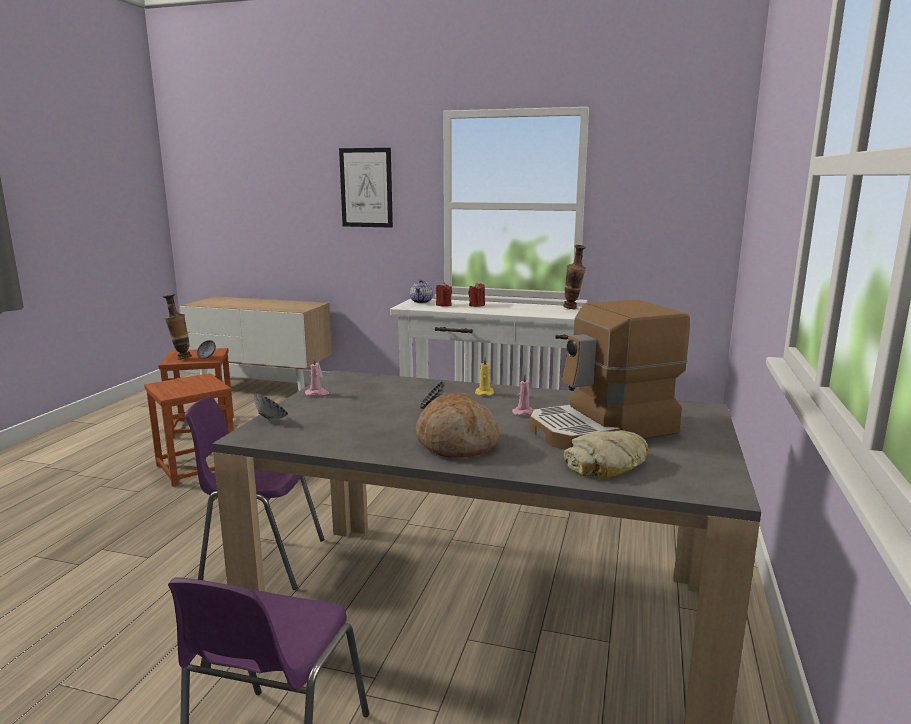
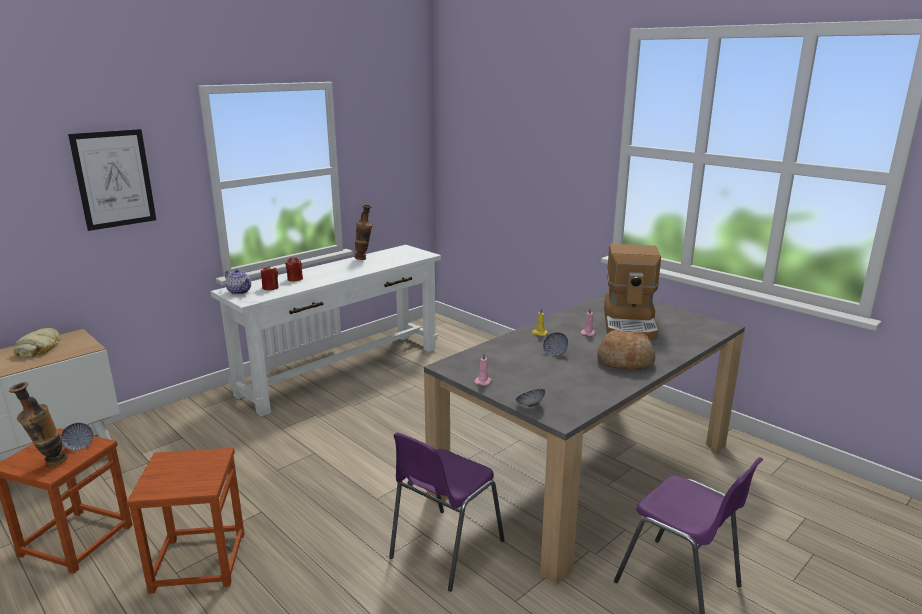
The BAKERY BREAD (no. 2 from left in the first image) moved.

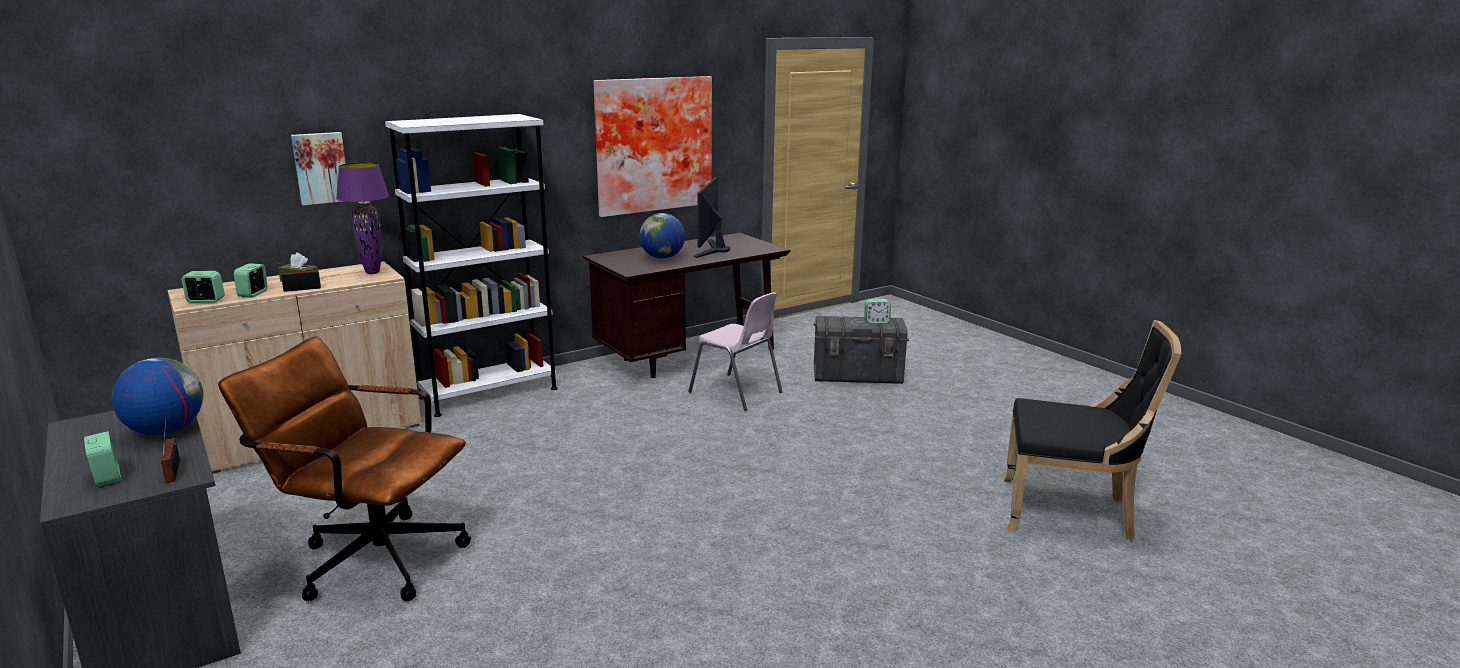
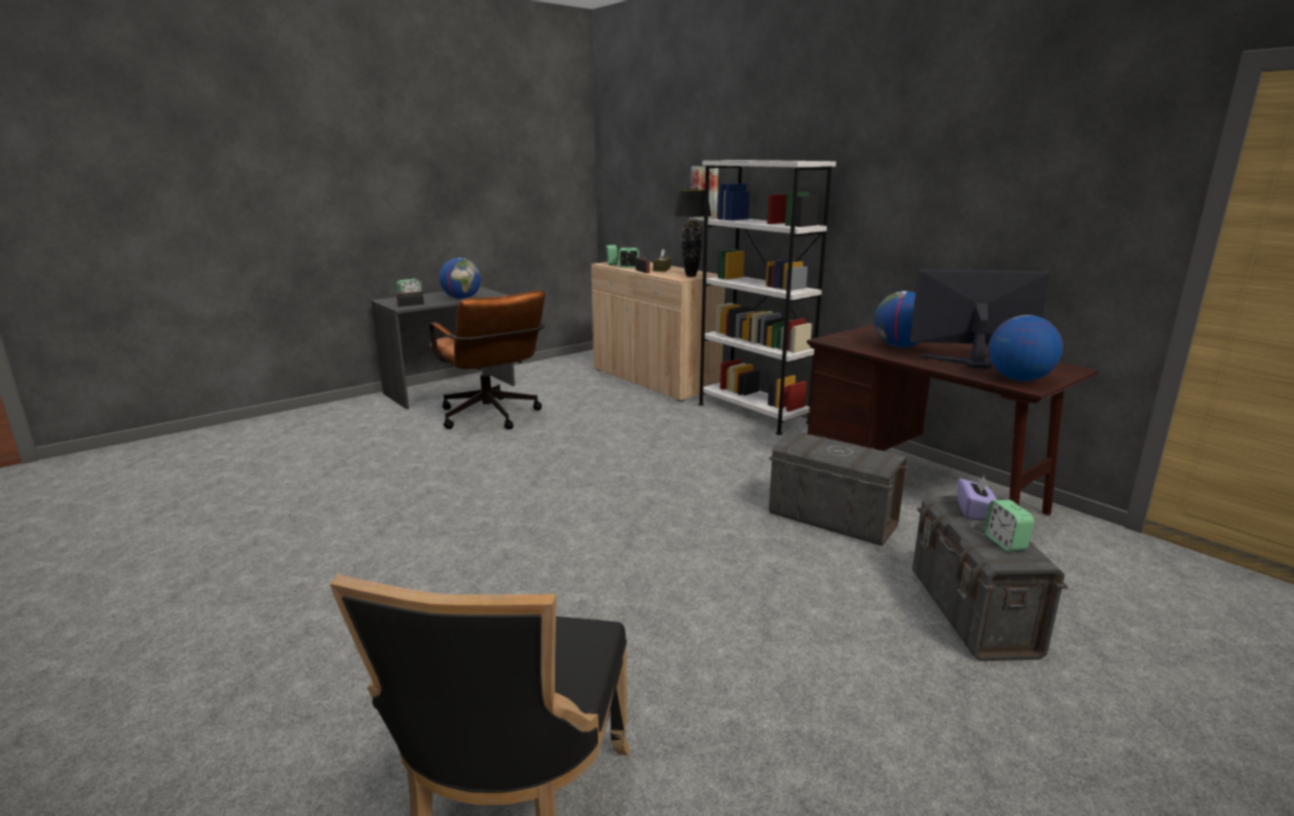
The PICTURE (no. 2 from left) disappeared.
The PURPLE-COLOURED TISSUE BOX appeared.
The GLOBE (no. 3 from left) appeared.
The PINK UPRIGHT CHAIR was replaced by the GRAY STORAGE CONTAINER (no. 1 from left).
The PURPLE-COLOURED TABLETOP LAMP became the BLACK-COLOURED TABLETOP LAMP.
The BROWNISH OFFICE CHAIR turned 135 degrees clockwise.

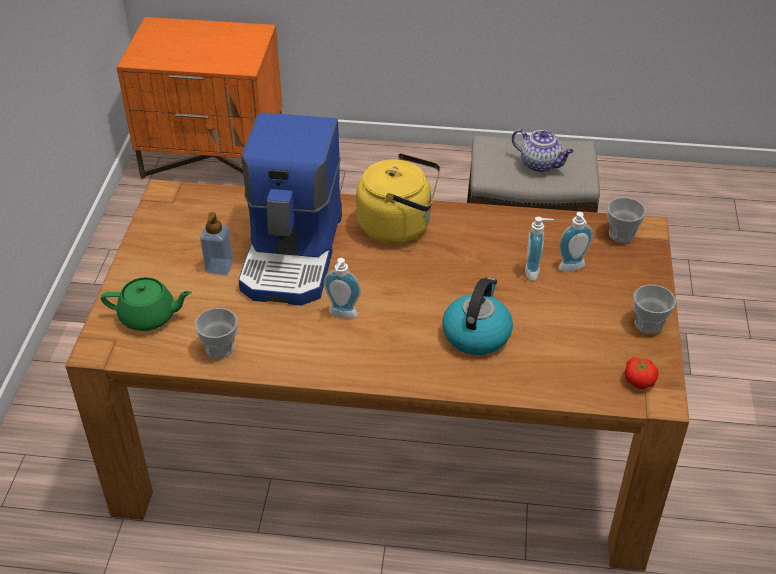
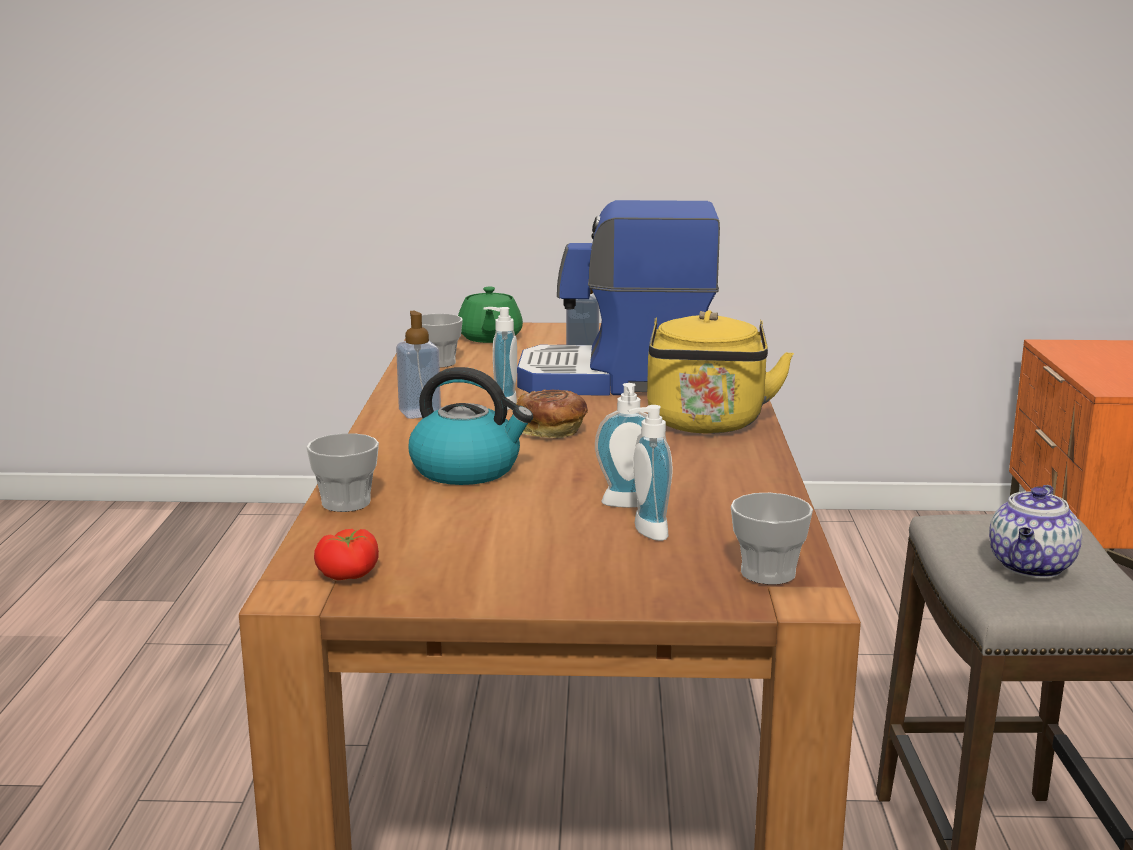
The SOAP BOTTLE (no. 1 from left) appeared.
The BAKERY BREAD appeared.
The CUP (no. 3 from left in the first image) moved.

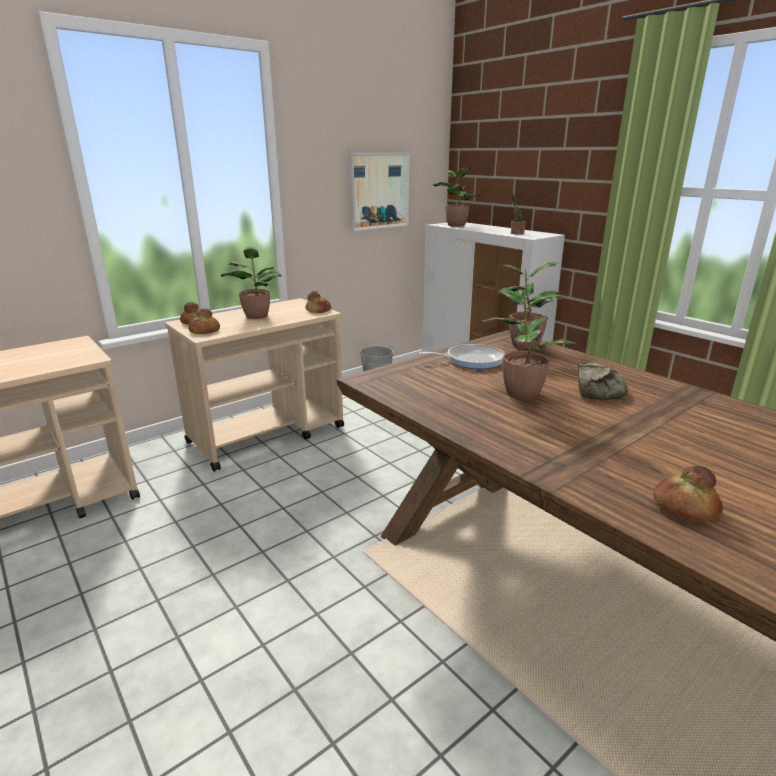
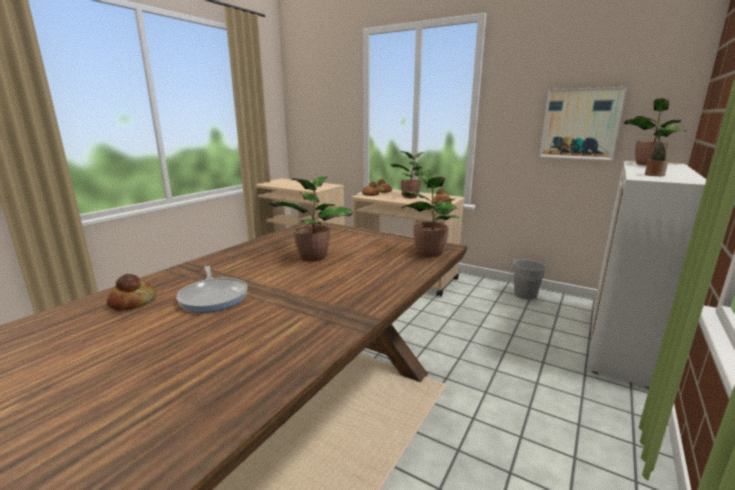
The BAKERY BREAD (no. 4 from left) disappeared.
The SKILLET moved.

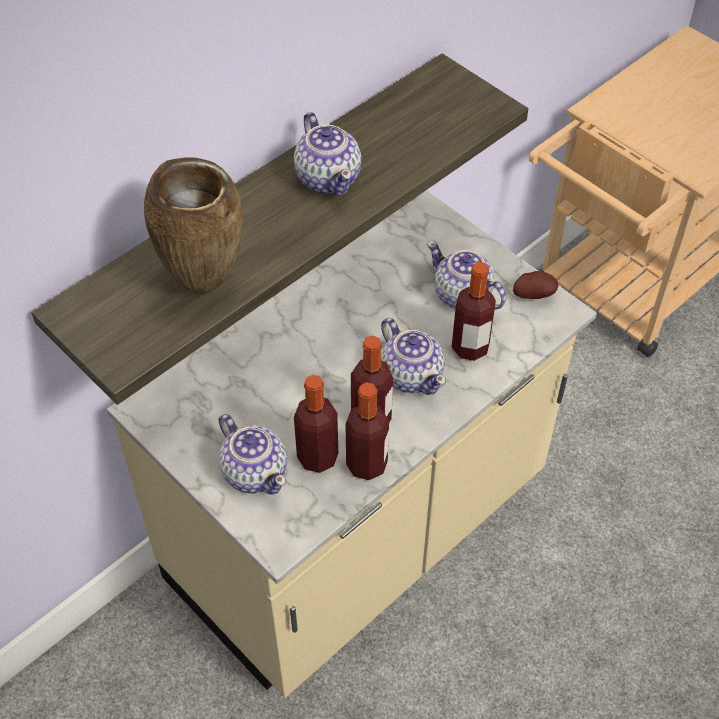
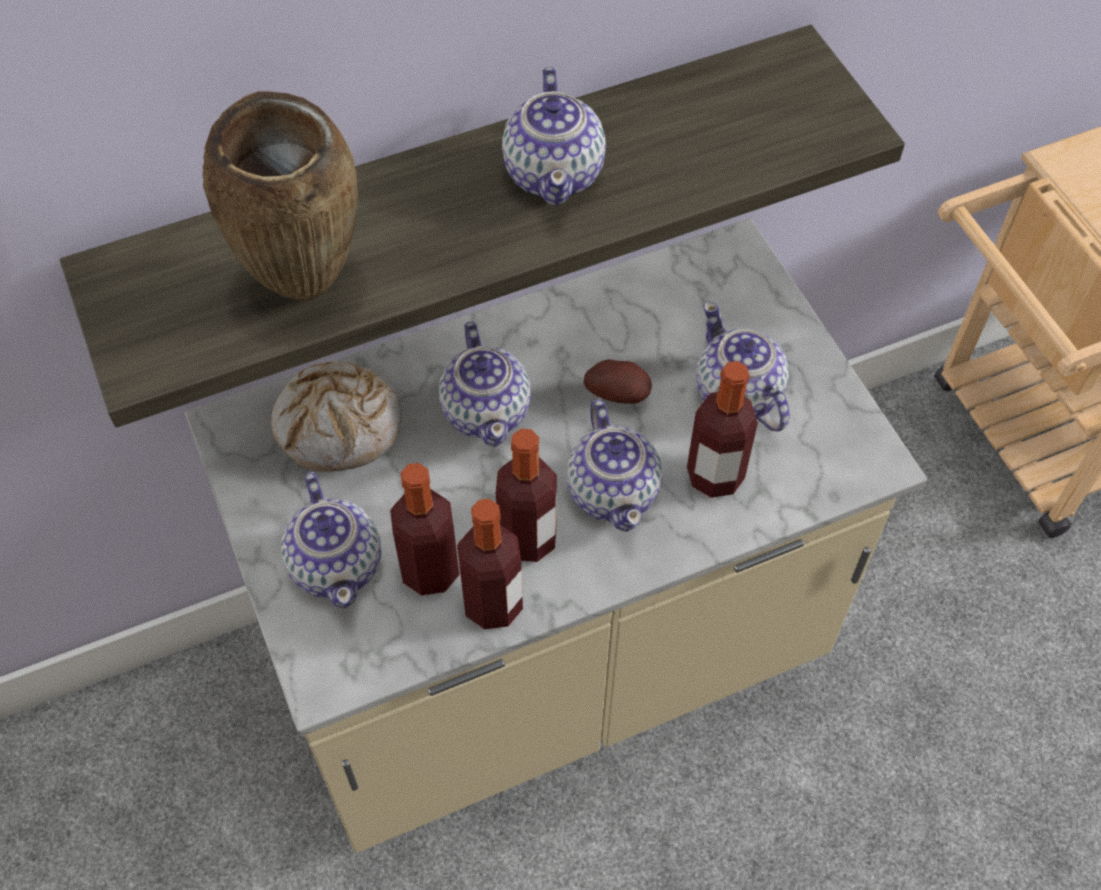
The BAKERY BREAD appeared.
The TEA POT (no. 2 from left) appeared.
The POTATO moved.

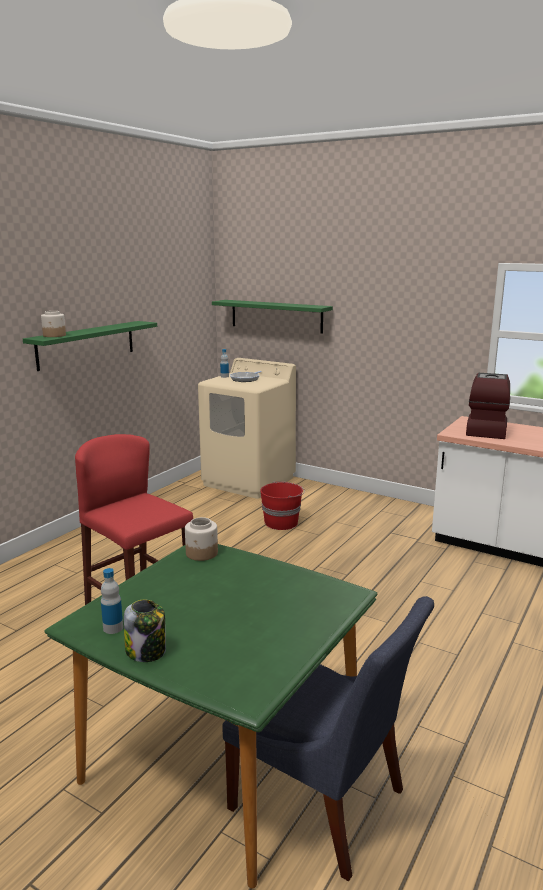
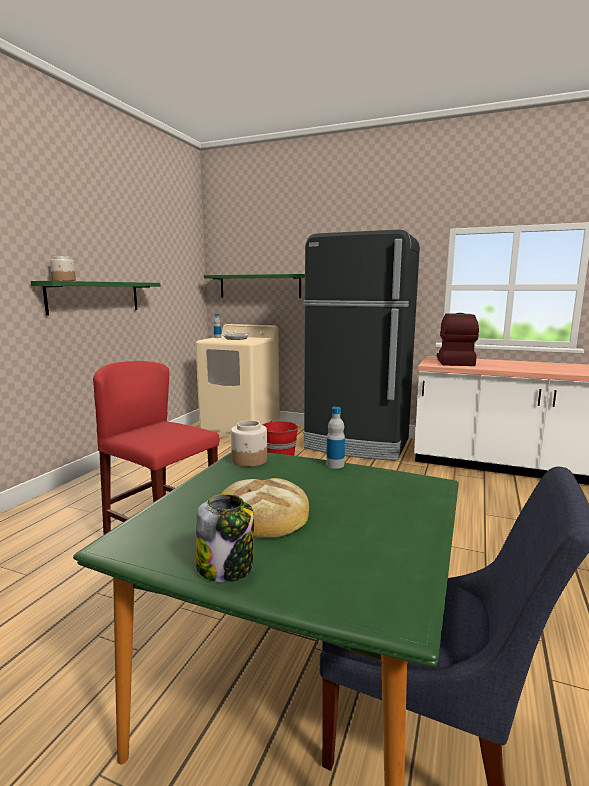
The BAKERY BREAD appeared.
The BLACK-COLOURED FRIDGE appeared.
The BEVERAGE BOTTLE (no. 1 from left in the first image) moved.

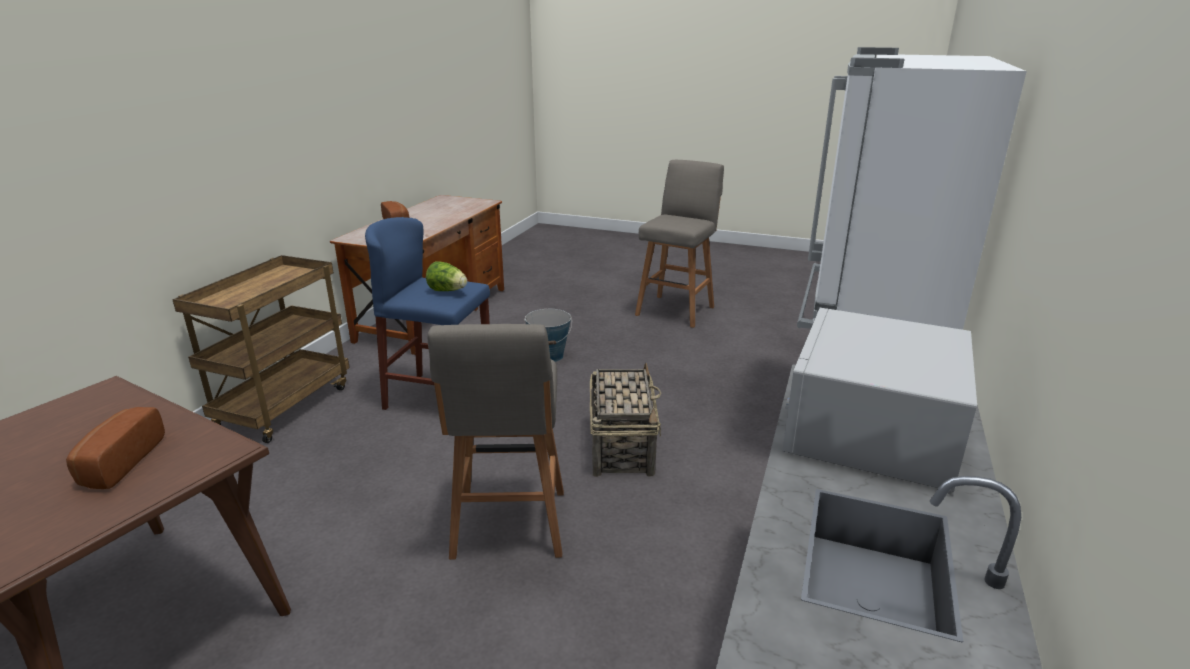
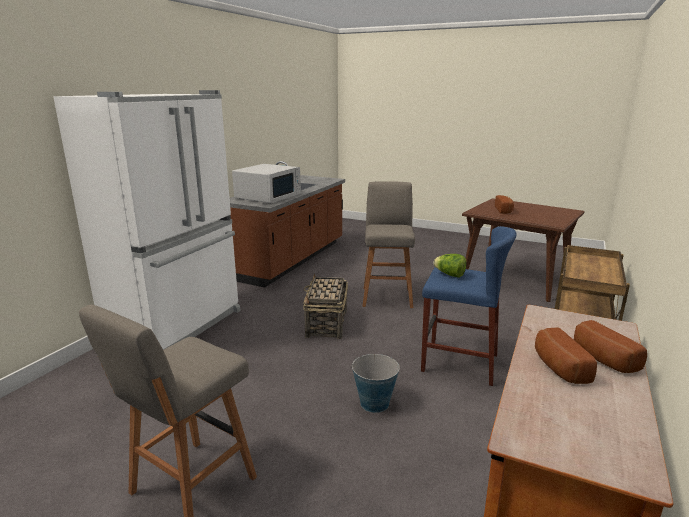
The BAKERY BREAD (no. 2 from left) appeared.

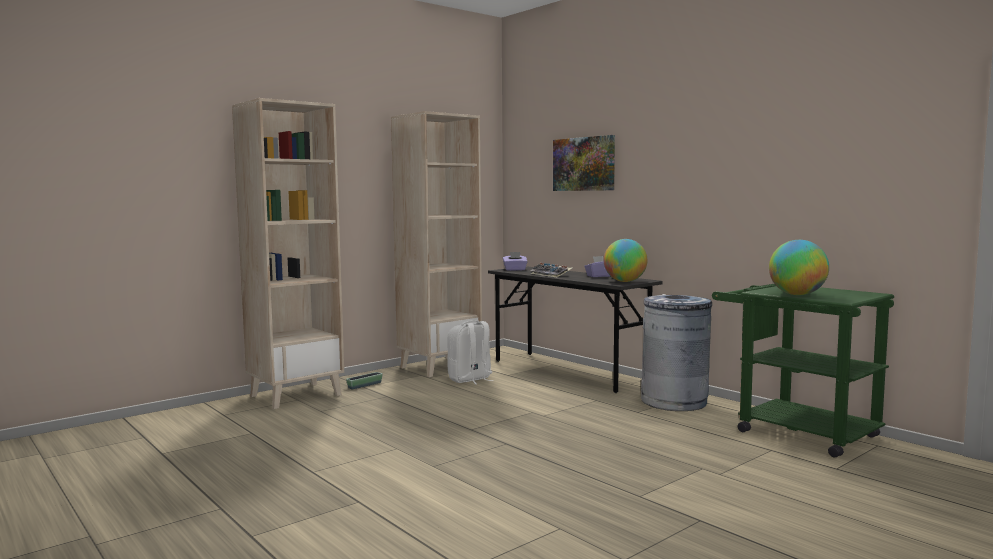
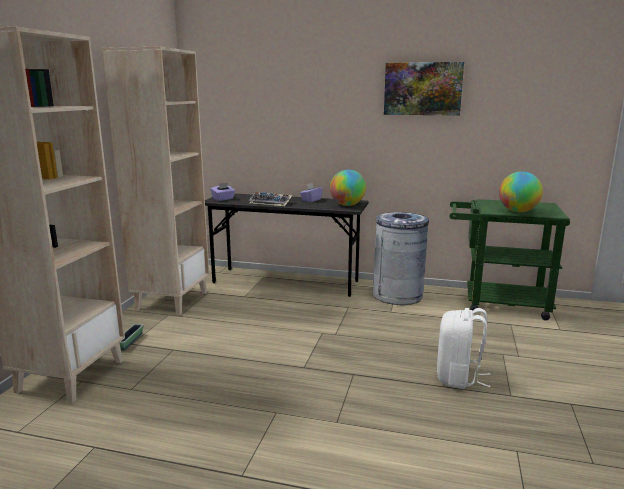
The WHITISH KNAPSACK moved.
The PICTURE moved.

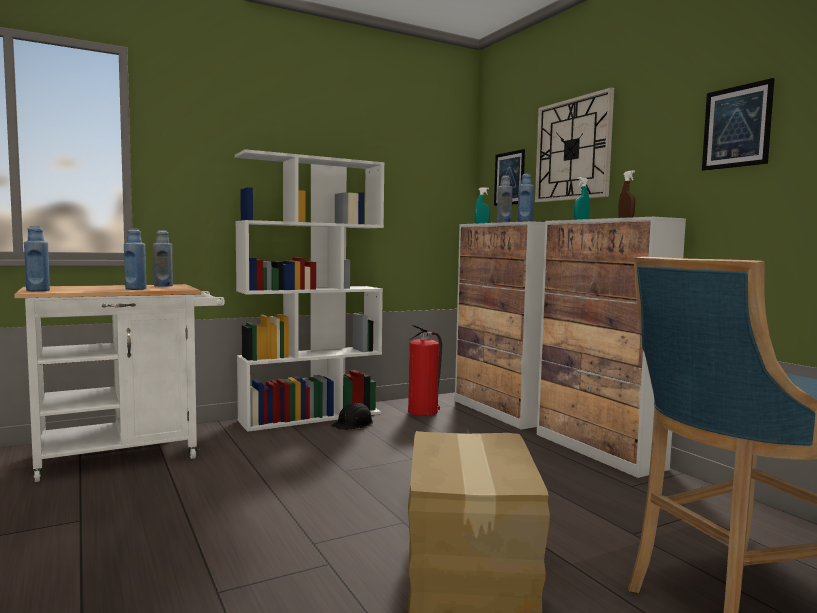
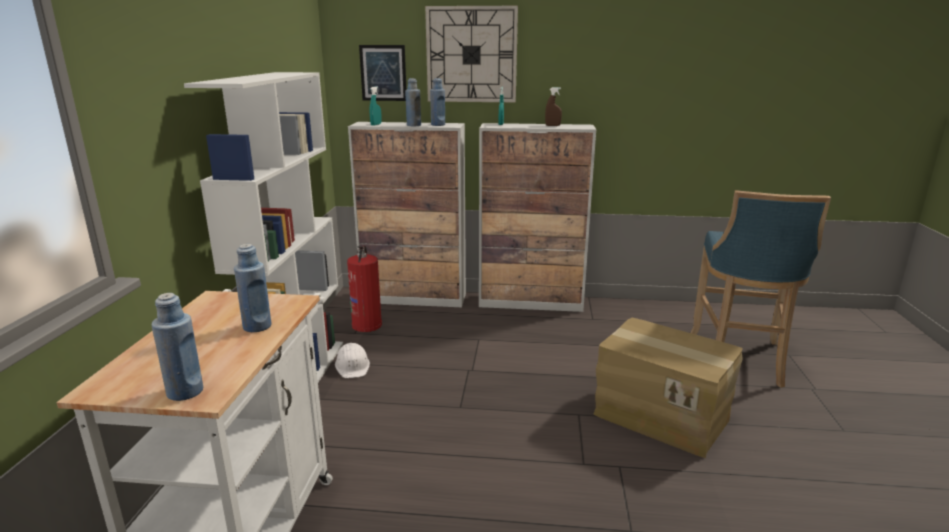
The BLUISH BEVERAGE BOTTLE (no. 3 from left) disappeared.
The PICTURE (no. 2 from left) disappeared.
The BLACK-COLOURED HARD HAT became the WHITISH HARD HAT.

